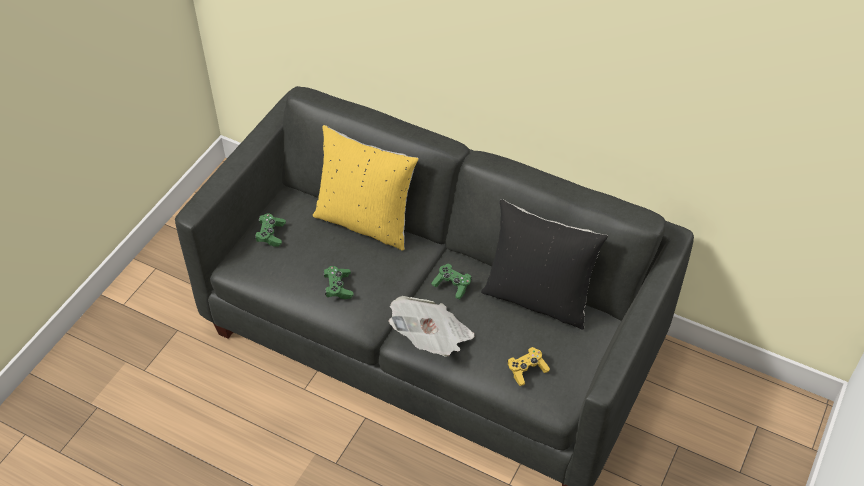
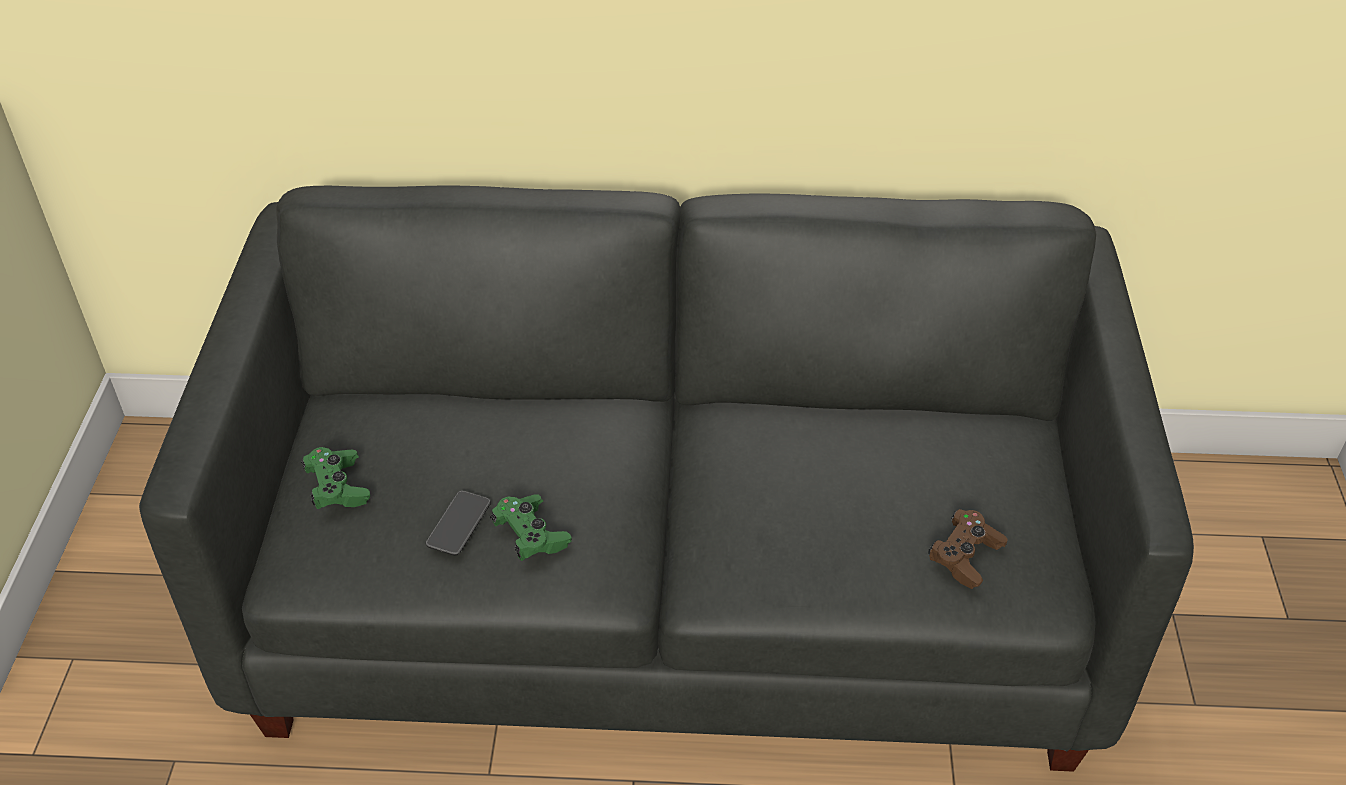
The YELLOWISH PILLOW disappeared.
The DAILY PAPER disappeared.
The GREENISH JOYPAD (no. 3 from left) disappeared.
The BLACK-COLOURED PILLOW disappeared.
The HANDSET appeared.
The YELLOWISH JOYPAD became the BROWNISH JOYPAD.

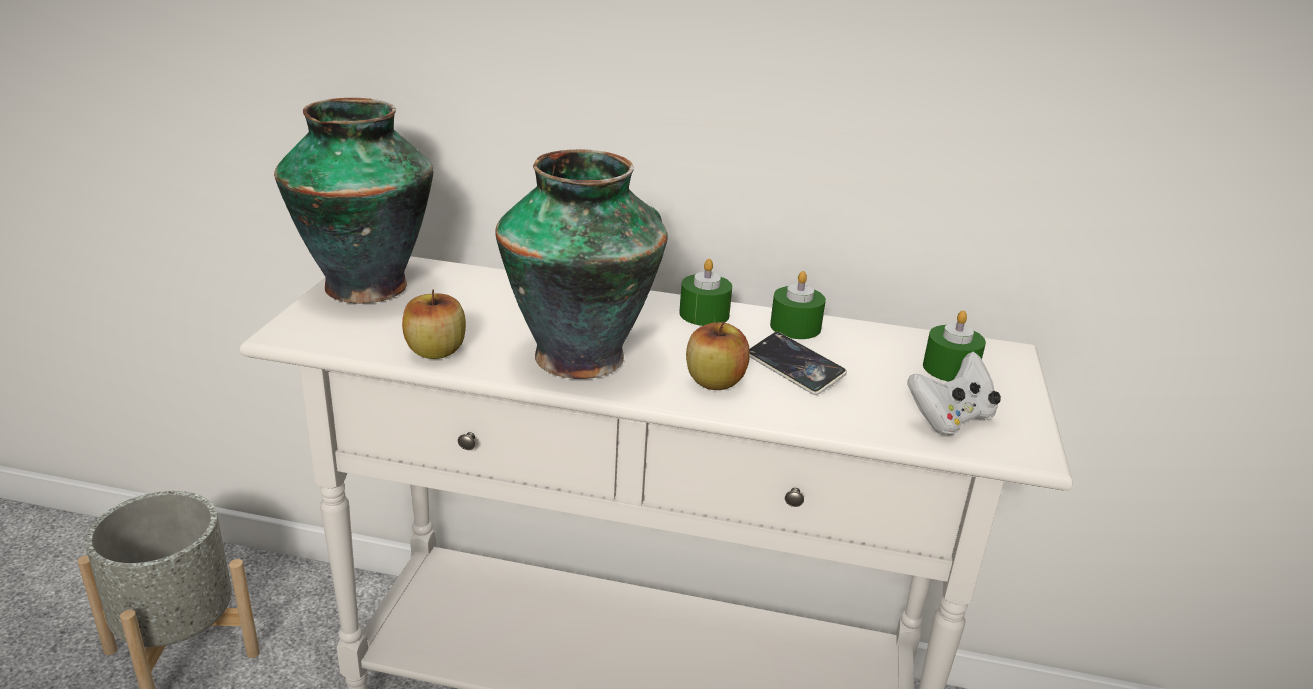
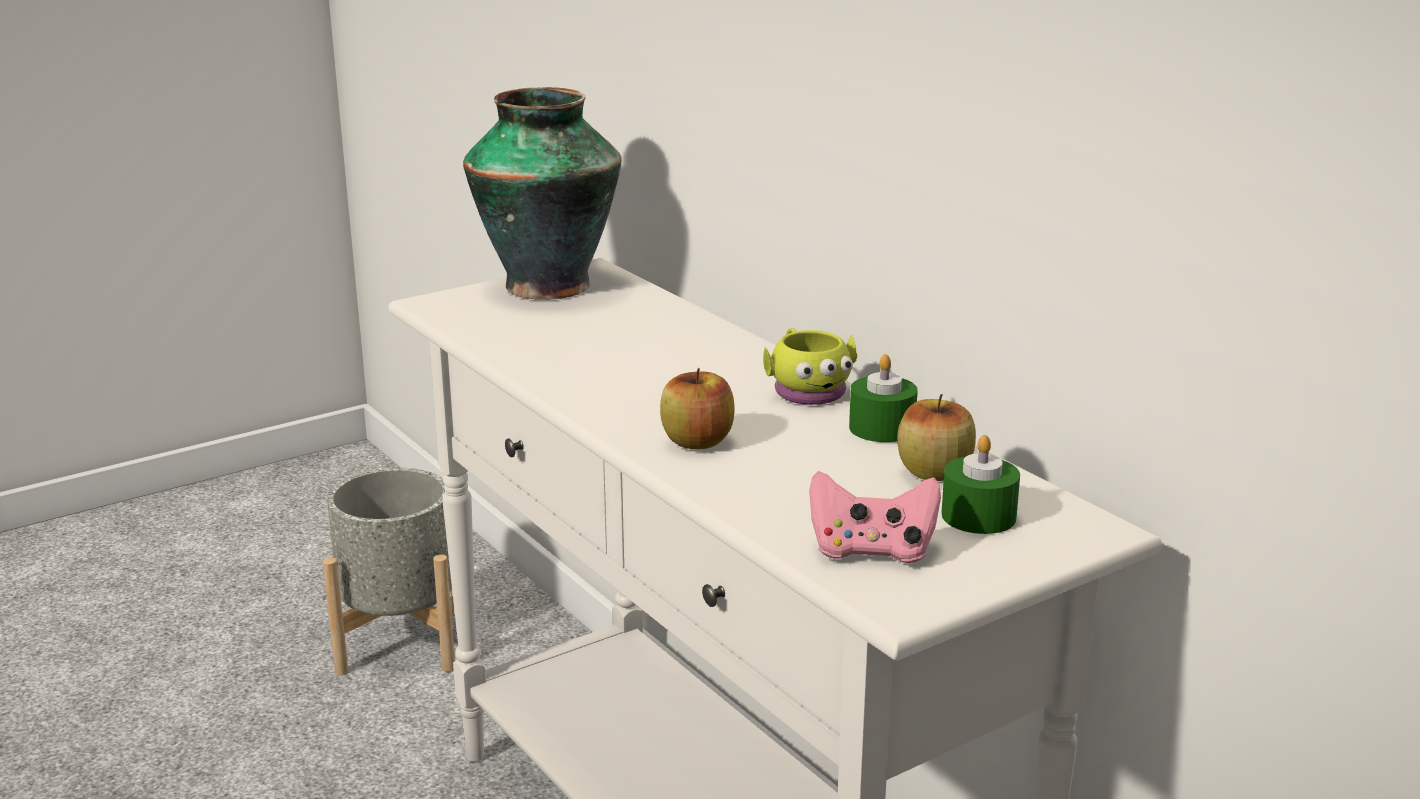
The FLOWER VASE (no. 2 from left) disappeared.
The HANDSET disappeared.
The APPLE FRUIT (no. 1 from left in the first image) moved.
The GREENISH CANDLE (no. 1 from left) was replaced by the YELLOWISH TEA MUG.
The WHITISH JOYPAD became the PINK JOYPAD.

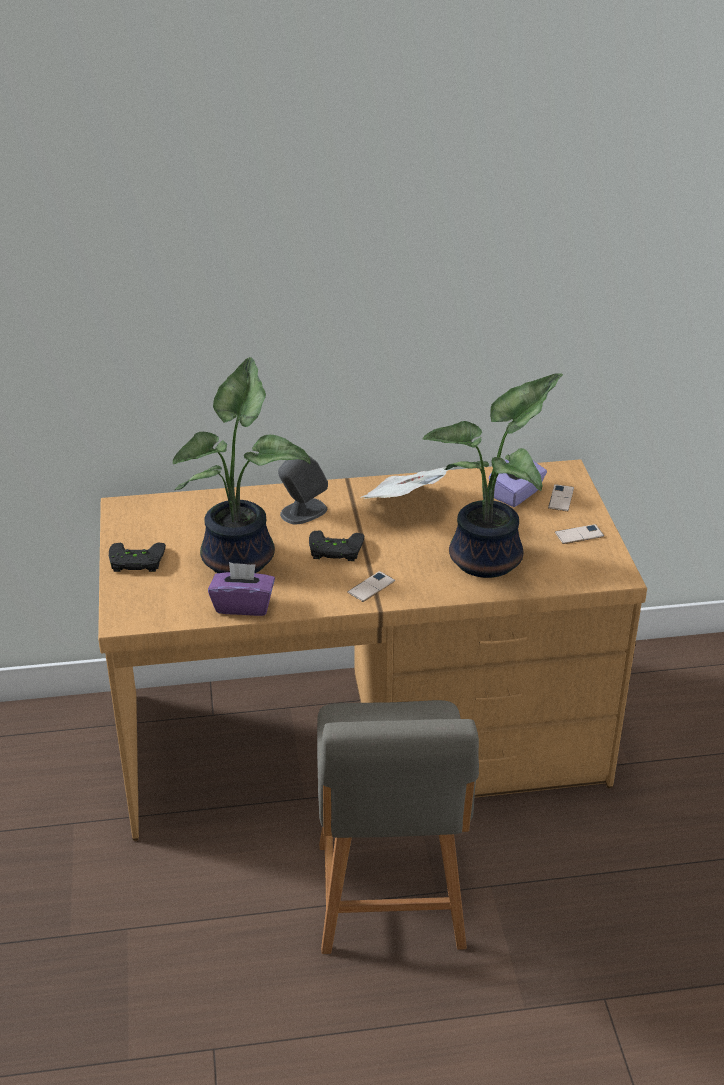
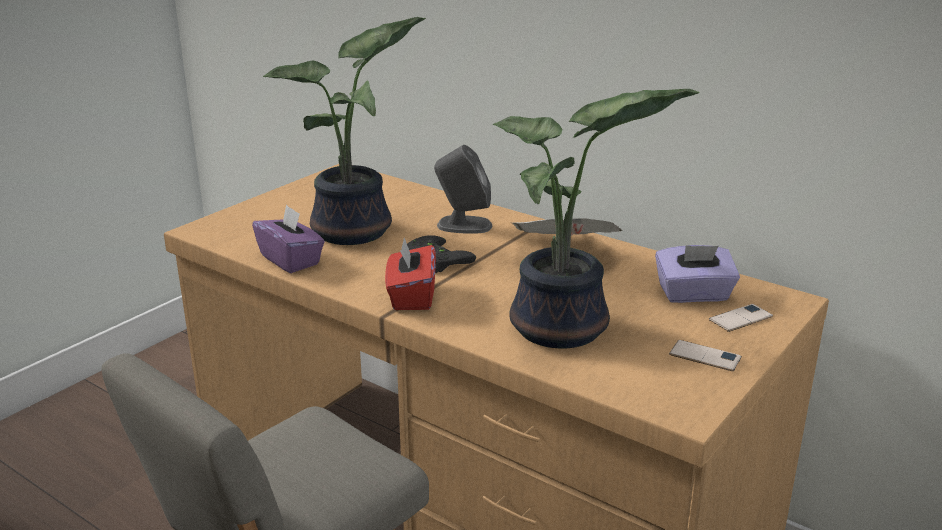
The BLACK-COLOURED JOYPAD (no. 1 from left) disappeared.
The HANDSET (no. 1 from left) was replaced by the RED-COLOURED TISSUE BOX.

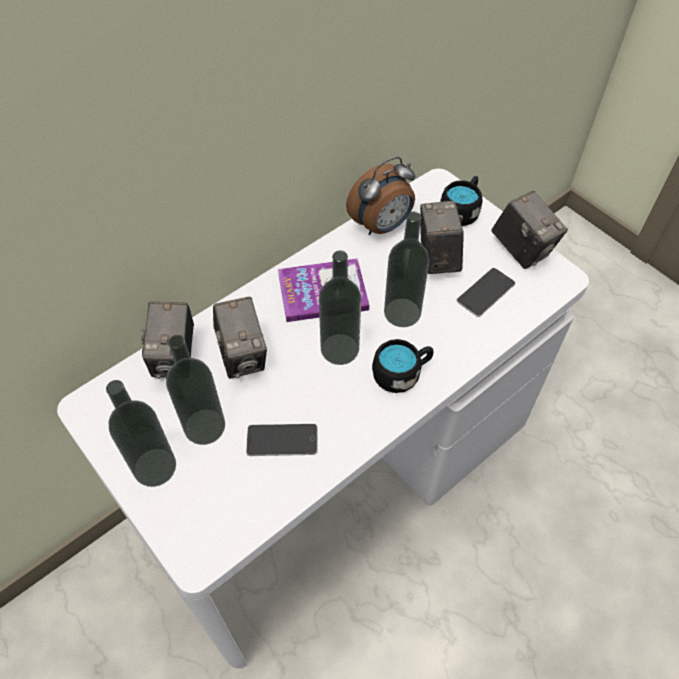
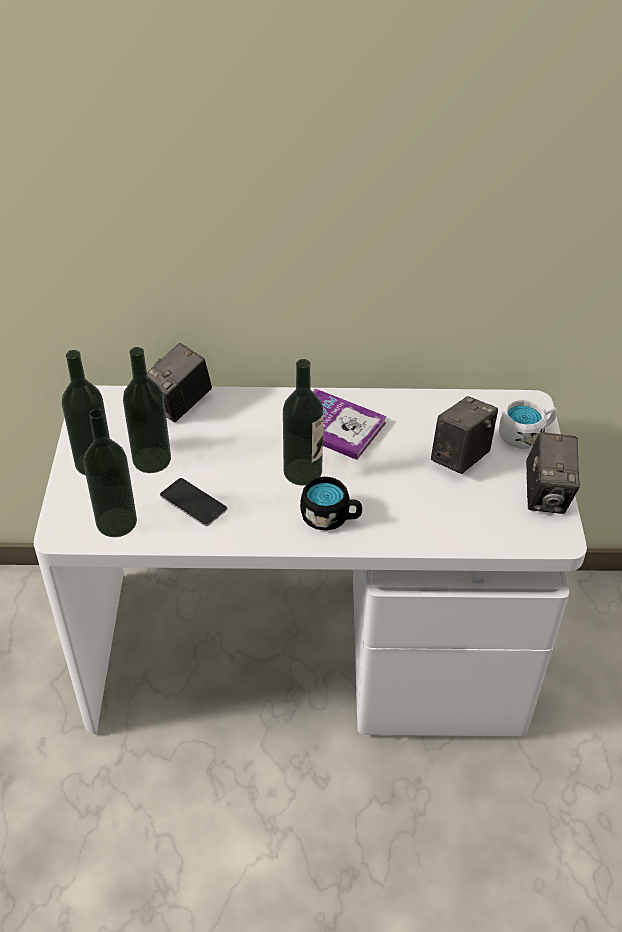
The STILL CAMERA (no. 2 from left) disappeared.
The TABLE CLOCK disappeared.
The HANDSET (no. 2 from left) disappeared.
The BEVERAGE BOTTLE (no. 4 from left in the first image) moved.
The BLACK-COLOURED TEA MUG (no. 2 from left) became the WHITISH TEA MUG.

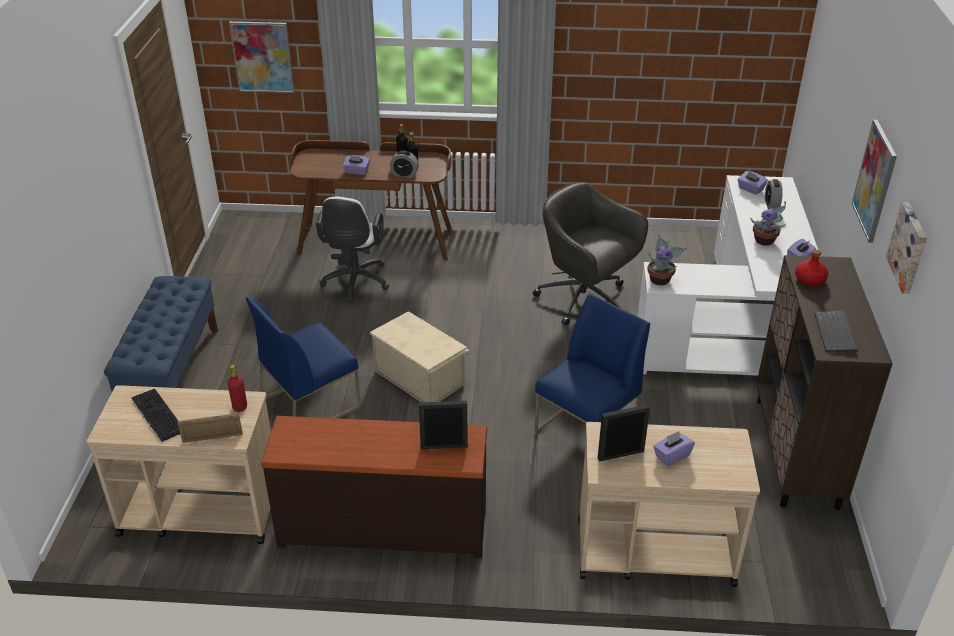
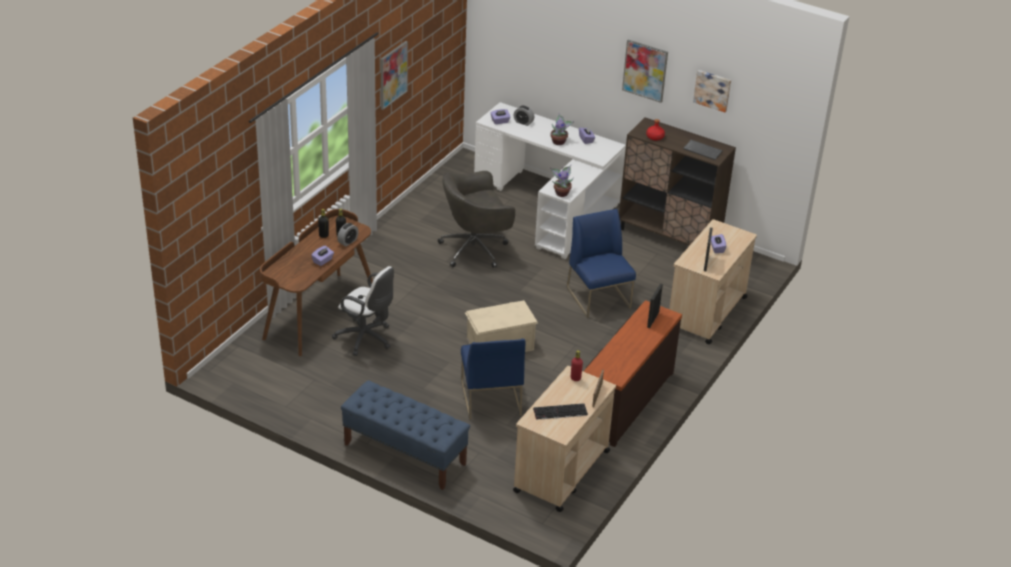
The PICTURE (no. 1 from left) moved.

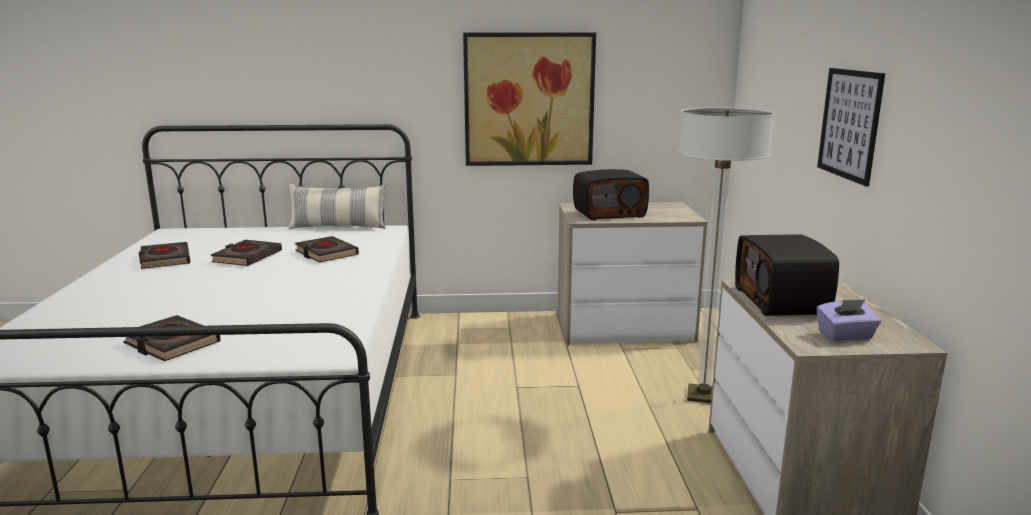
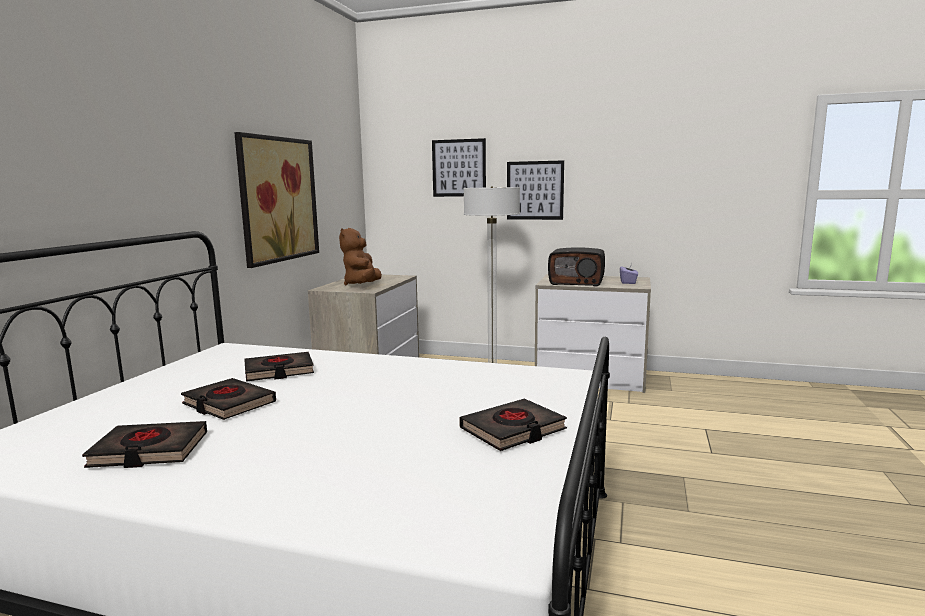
The PILLOW disappeared.
The PICTURE (no. 2 from left) appeared.
The RADIO (no. 1 from left) was replaced by the BROWNISH PLUSH TOY.

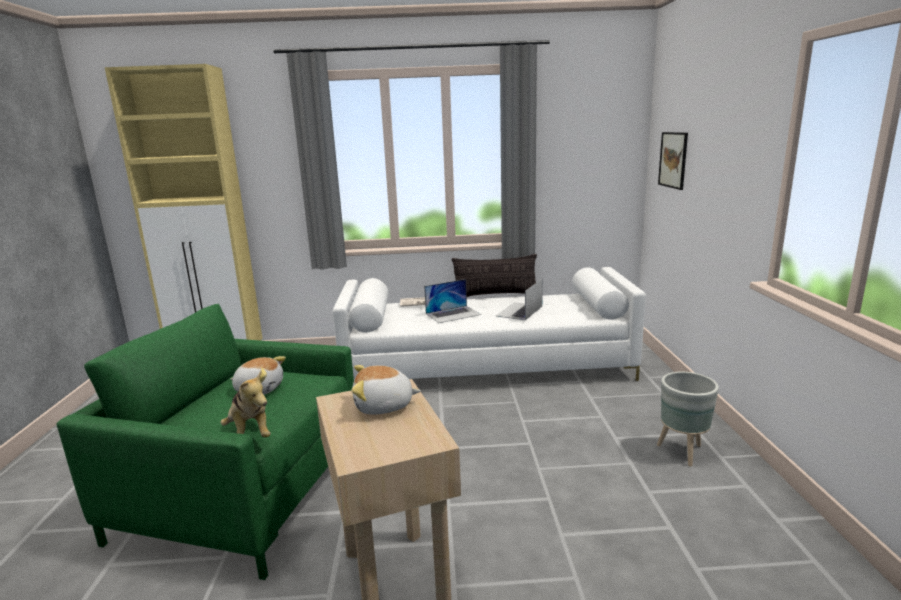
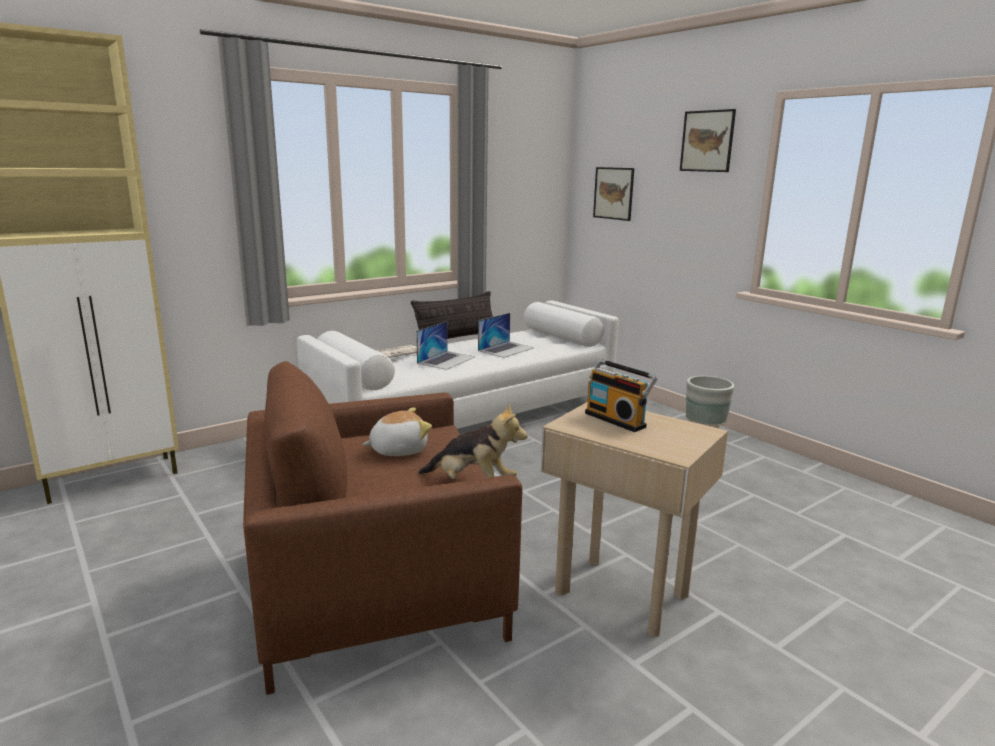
The PICTURE (no. 2 from left) appeared.
The PLUSH TOY (no. 3 from left) was replaced by the RADIO.
The GREENISH LOUNGE CHAIR became the BROWNISH LOUNGE CHAIR.
The LAPTOP (no. 2 from left) turned 135 degrees counterclockwise.

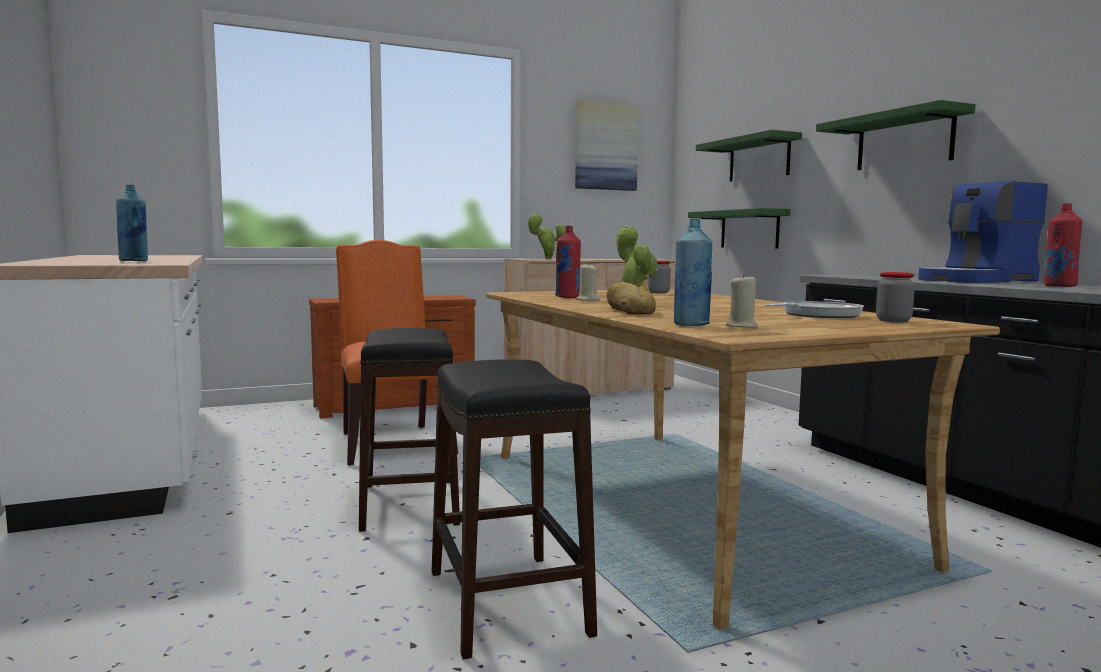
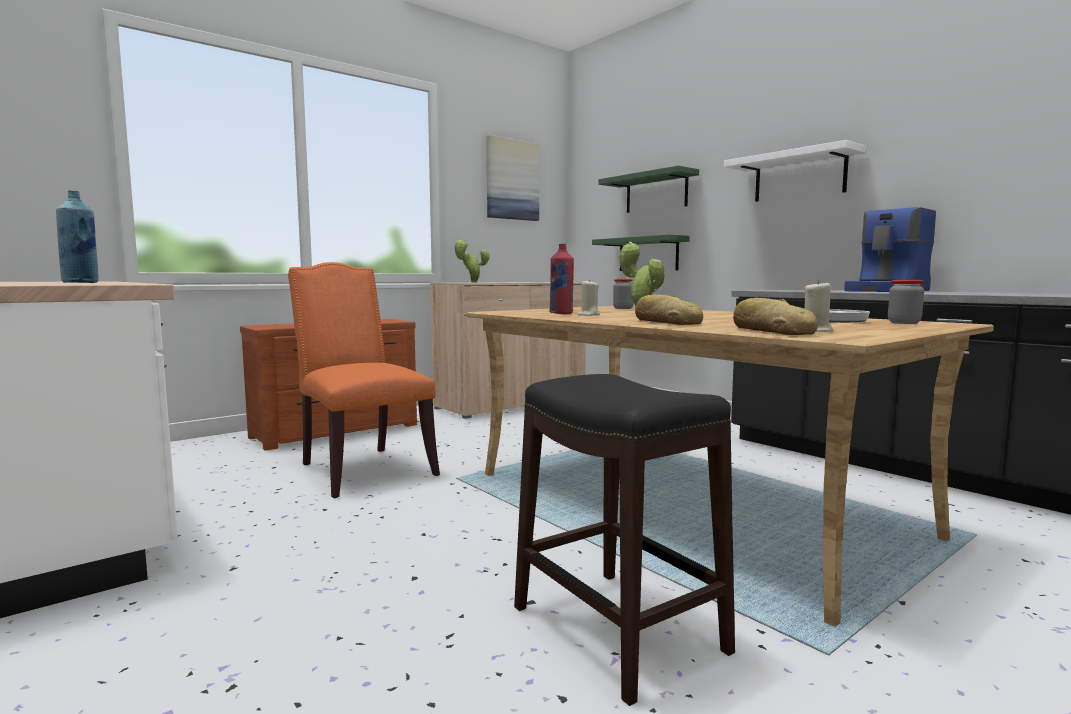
The BLACK-COLOURED STOOL SEAT (no. 1 from left) disappeared.
The RED-COLOURED BEVERAGE BOTTLE (no. 2 from left) disappeared.
The BLUISH BEVERAGE BOTTLE (no. 2 from left) was replaced by the BAKERY BREAD (no. 2 from left).
The GREENISH SHELF (no. 3 from left) became the WHITISH SHELF.

